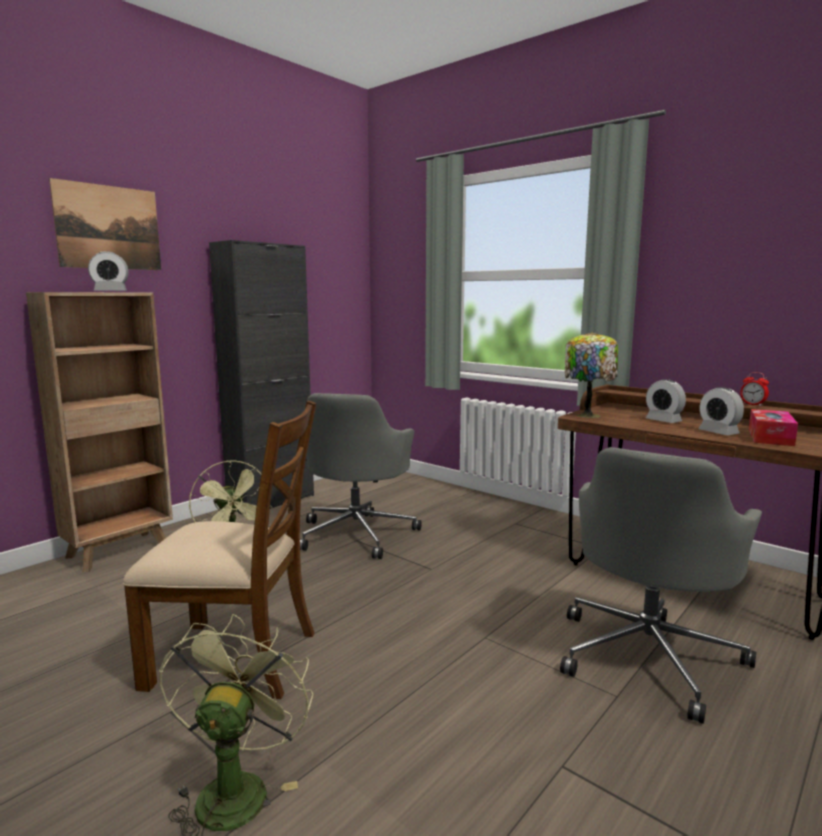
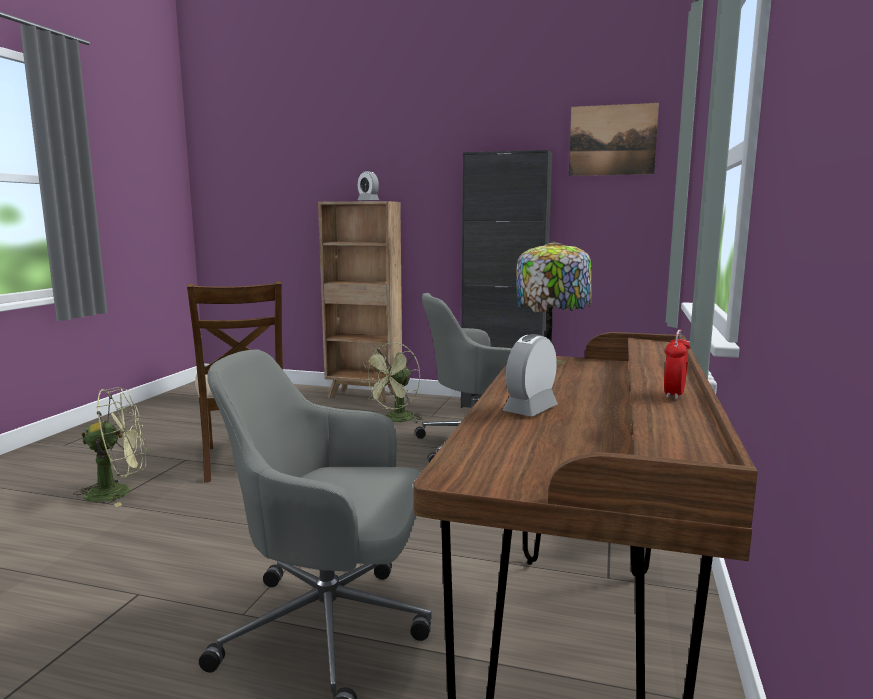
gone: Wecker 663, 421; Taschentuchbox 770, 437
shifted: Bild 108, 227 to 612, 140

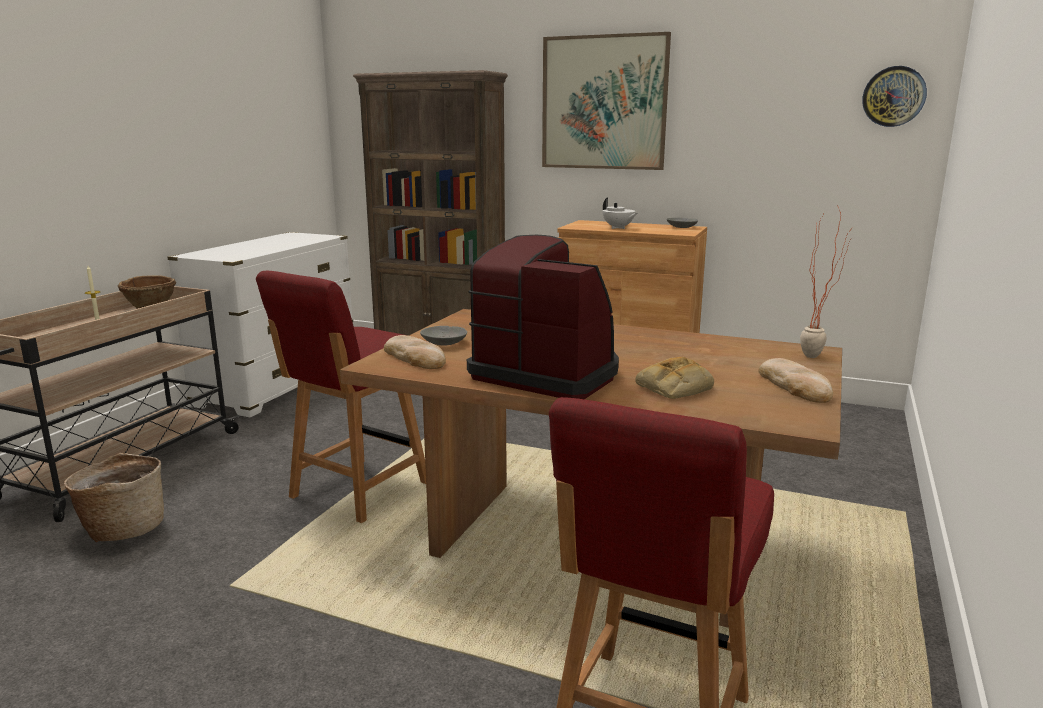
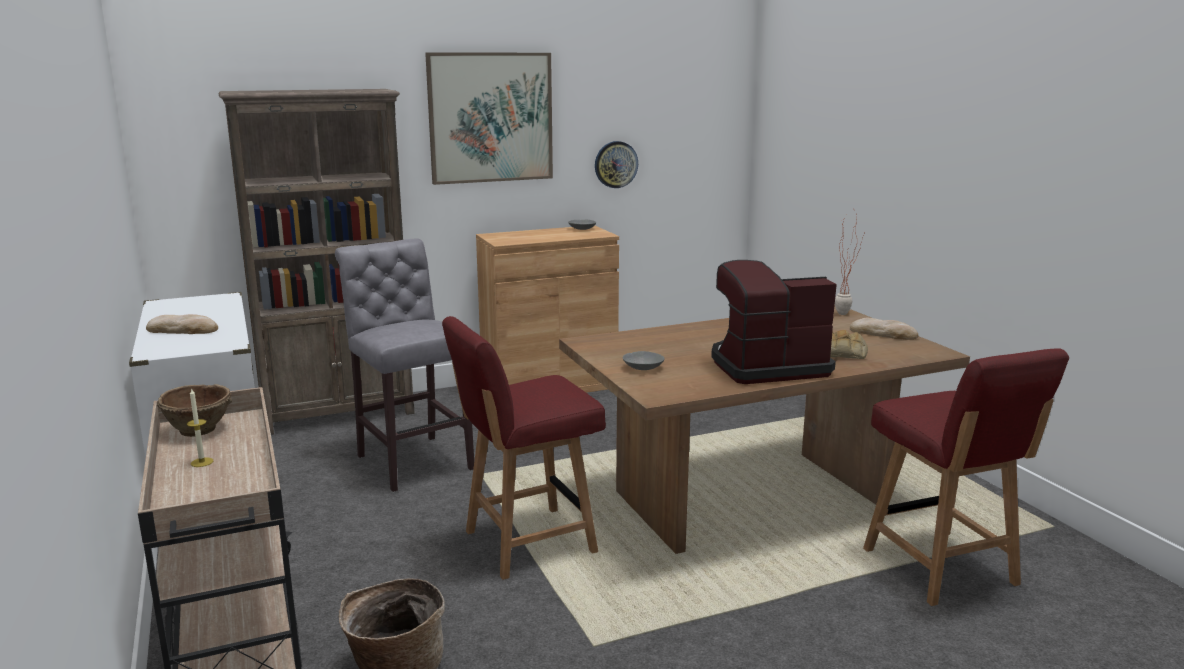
gone: Teekanne [weiß] 618, 228
new: Hocker [grau] 412, 460
shifted: Wanduhr 893, 96 to 615, 164; Brot 415, 358 to 183, 330
rotated: Stuhl [rot] 357, 491 = 526, 543 75 degrees clockwise

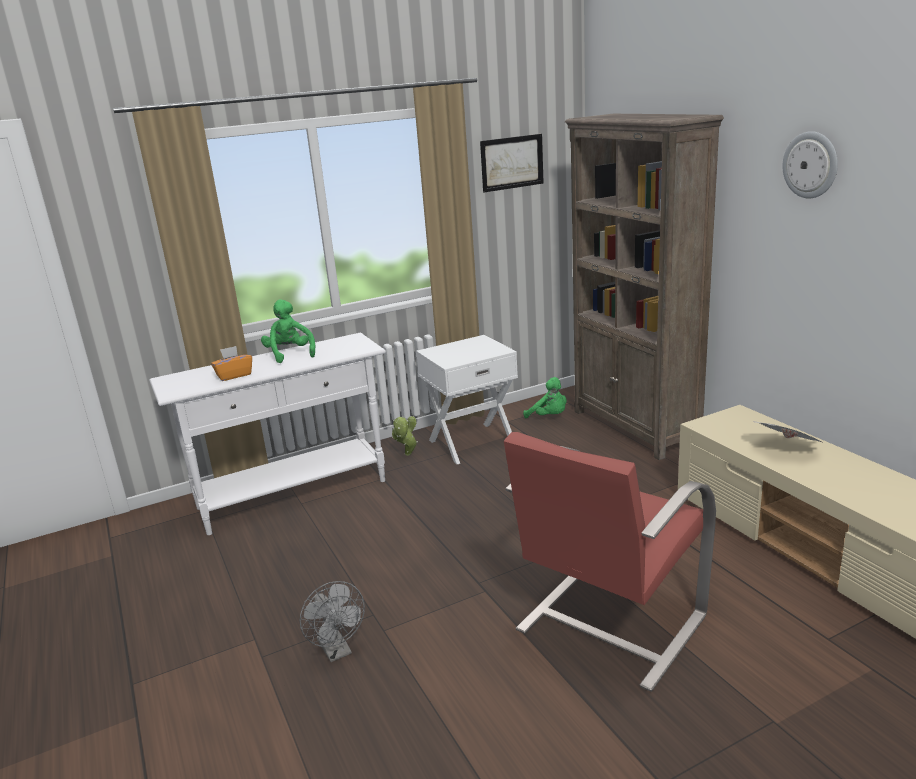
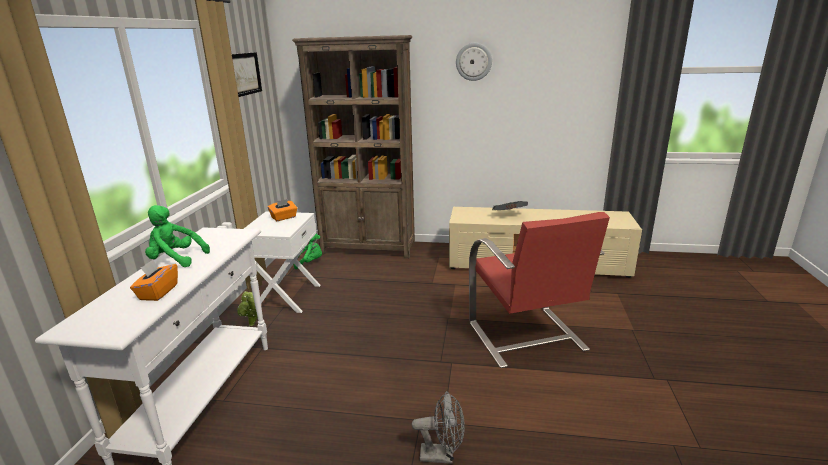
new: Taschentuchbox [orange] 284, 218

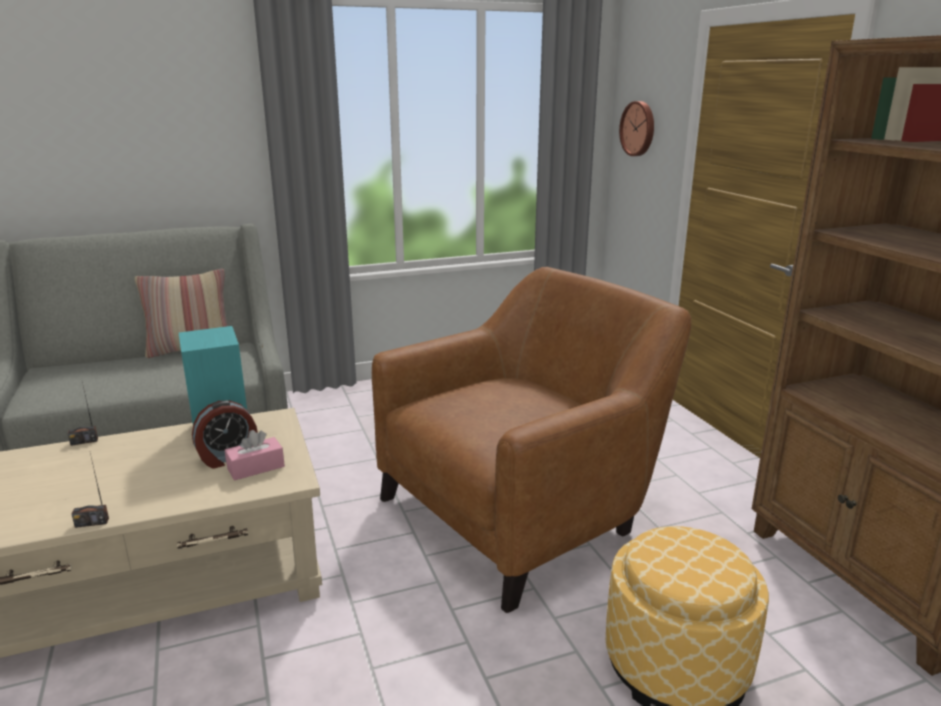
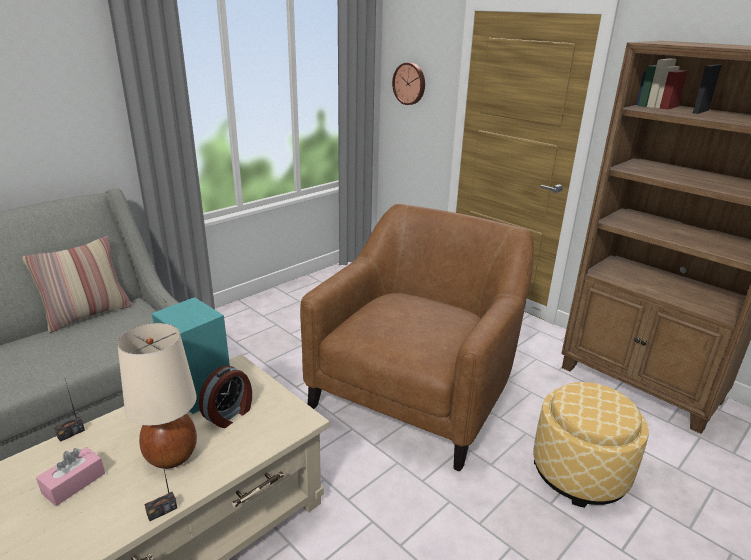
new: Tischlampe [beige] 171, 455
shifted: Taschentuchbox [rosa] 256, 467 to 74, 483

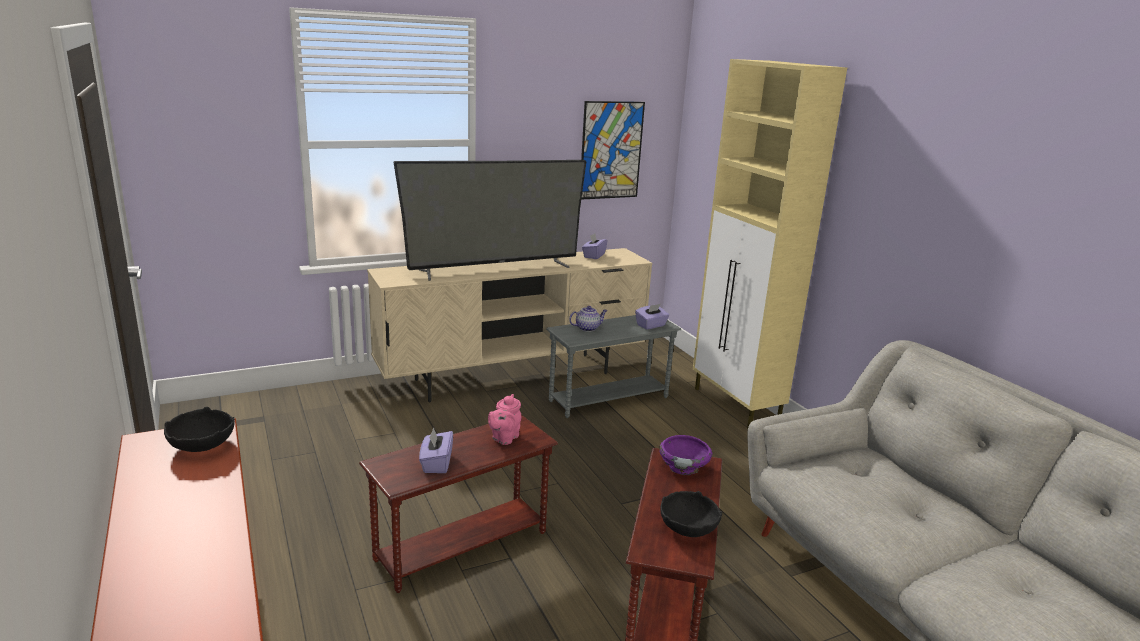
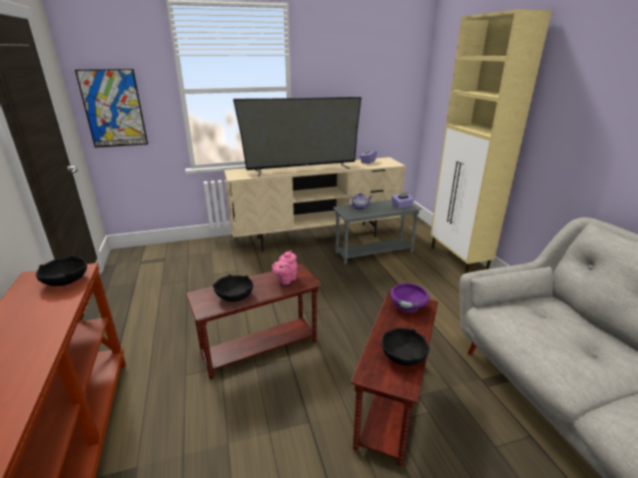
shifted: Bild 611, 150 to 113, 109
swapped: Taschentuchbox [lila] 436, 463 to Schüssel [schwarz] 235, 296

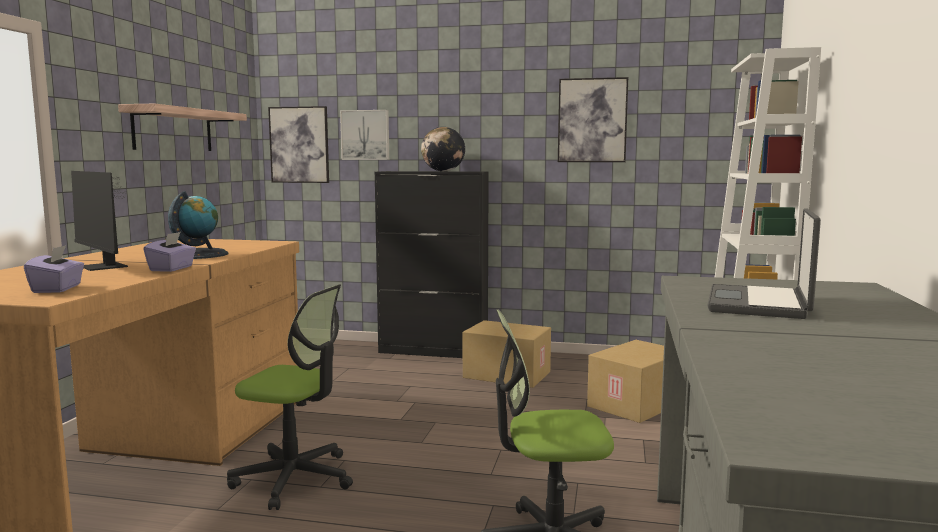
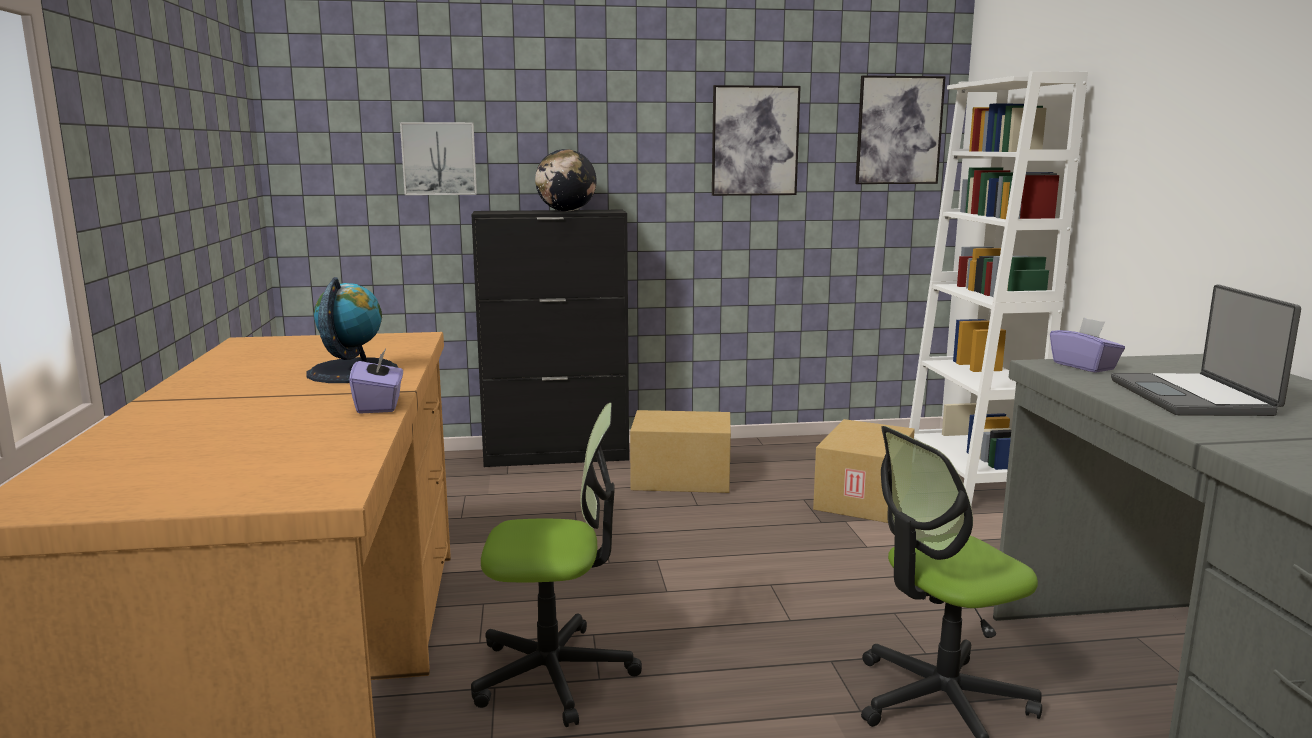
gone: Wandregal 173, 130; Monitor 104, 267
shifted: Bild 299, 145 to 898, 130; Taschentuchbox [lila] 57, 289 to 1084, 366

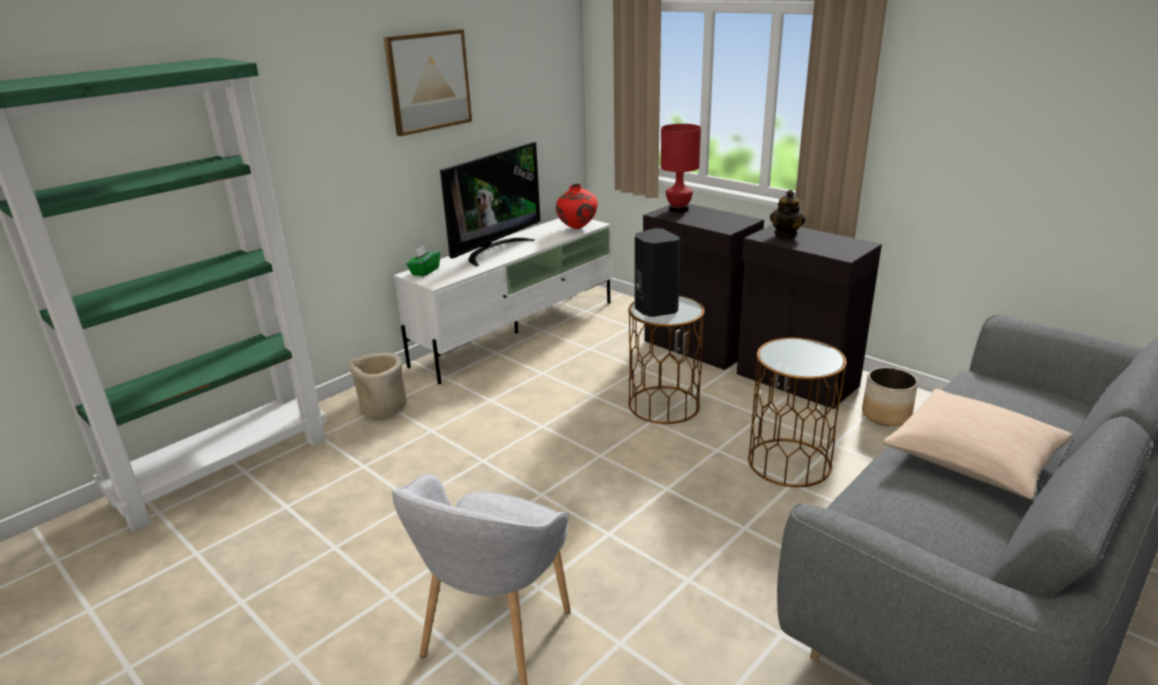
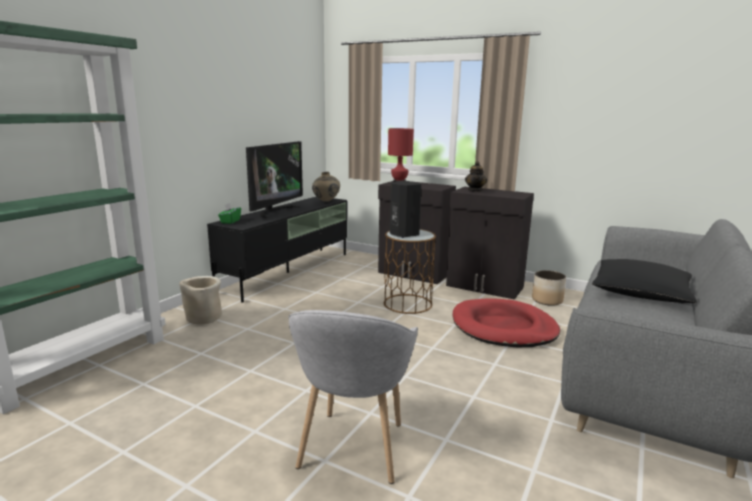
gone: Bild 428, 81
swapped: Beistelltisch [braun] 789, 463 to Hundebett [rot] 503, 327
repainted: Vase [rot] 577, 229 to Vase [beige] 326, 202; Fernsehschrank [weiß] 518, 332 to Fernsehschrank [schwarz] 288, 272; Kissen [beige] 973, 458 to Kissen [schwarz] 640, 293

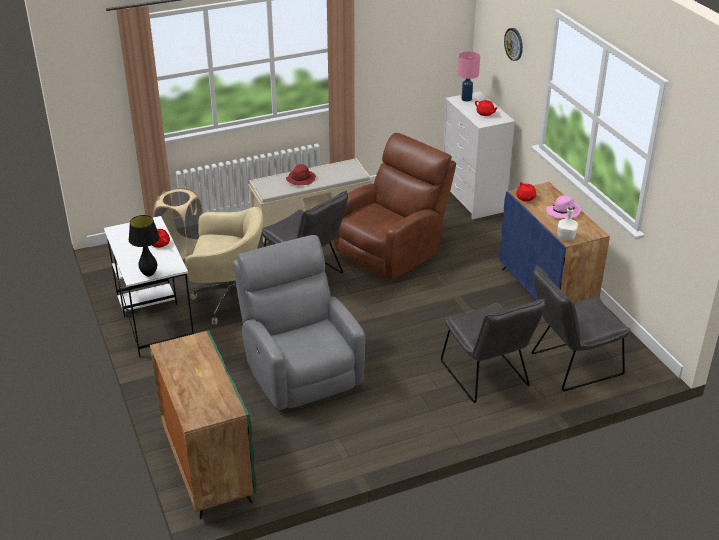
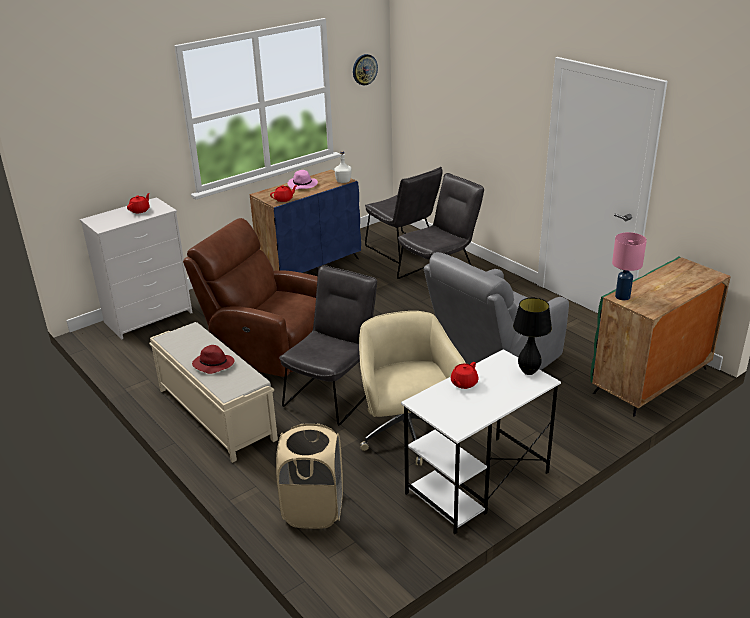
shifted: Wanduhr 514, 44 to 364, 69; Tischlampe [rosa] 466, 99 to 623, 297

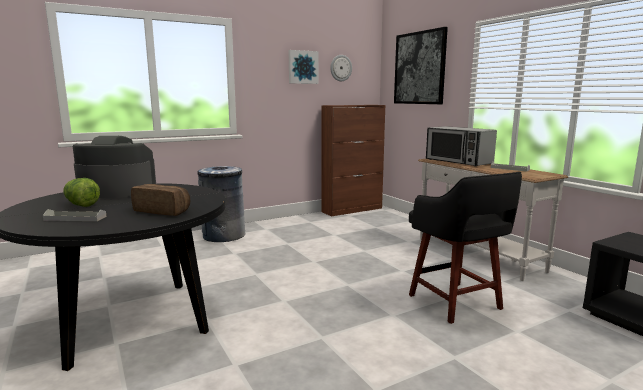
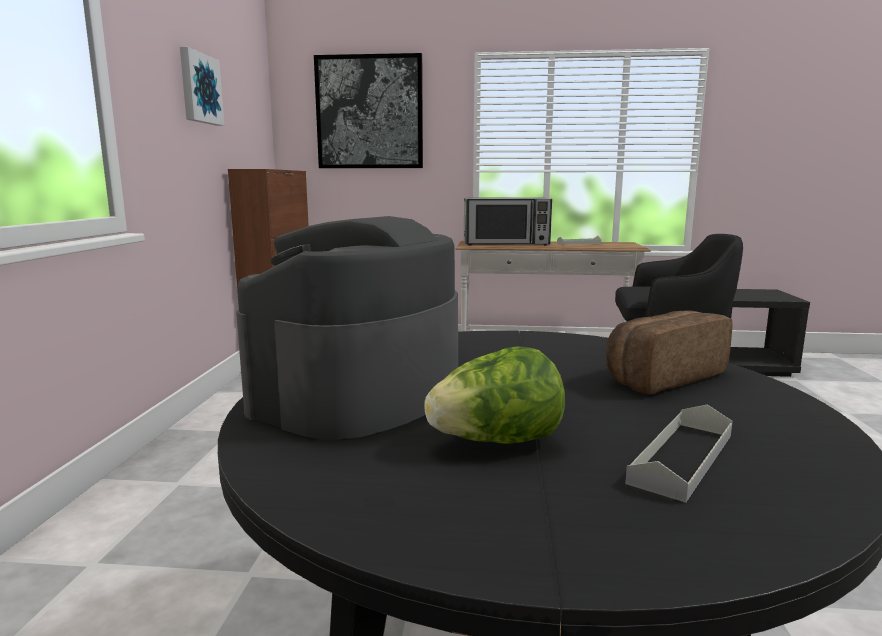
gone: Wanduhr 340, 68; Mülleimer [grau] 223, 235

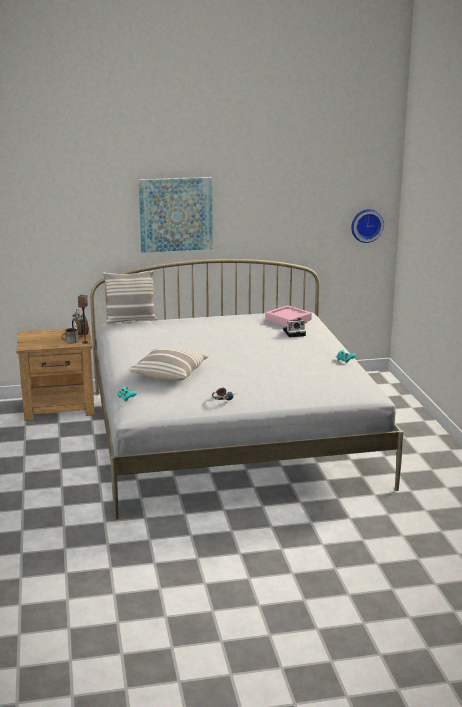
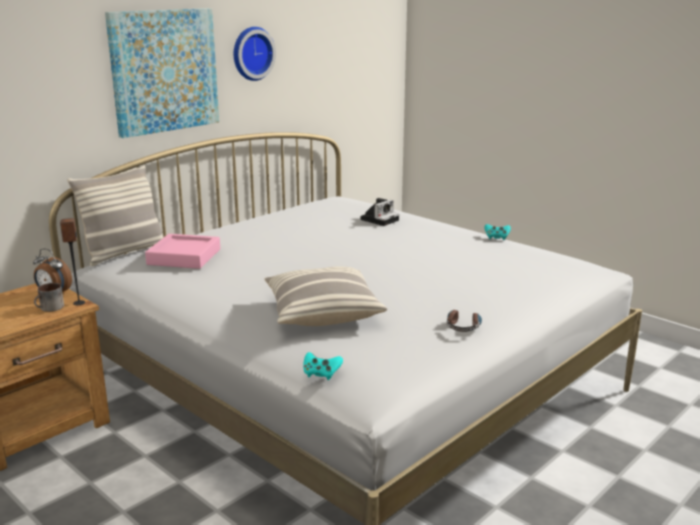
shifted: Wanduhr 366, 225 to 251, 53; Tablett [rosa] 288, 320 to 184, 257

